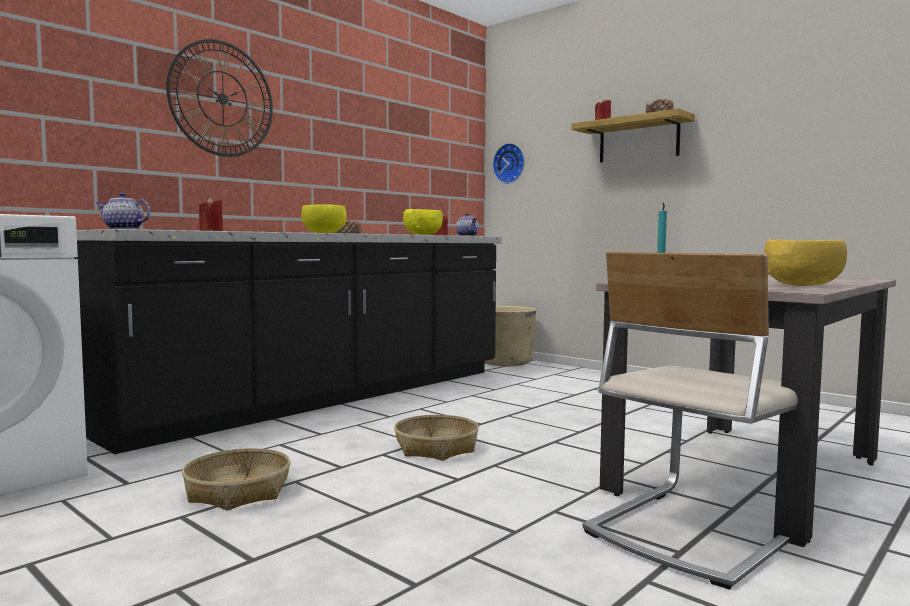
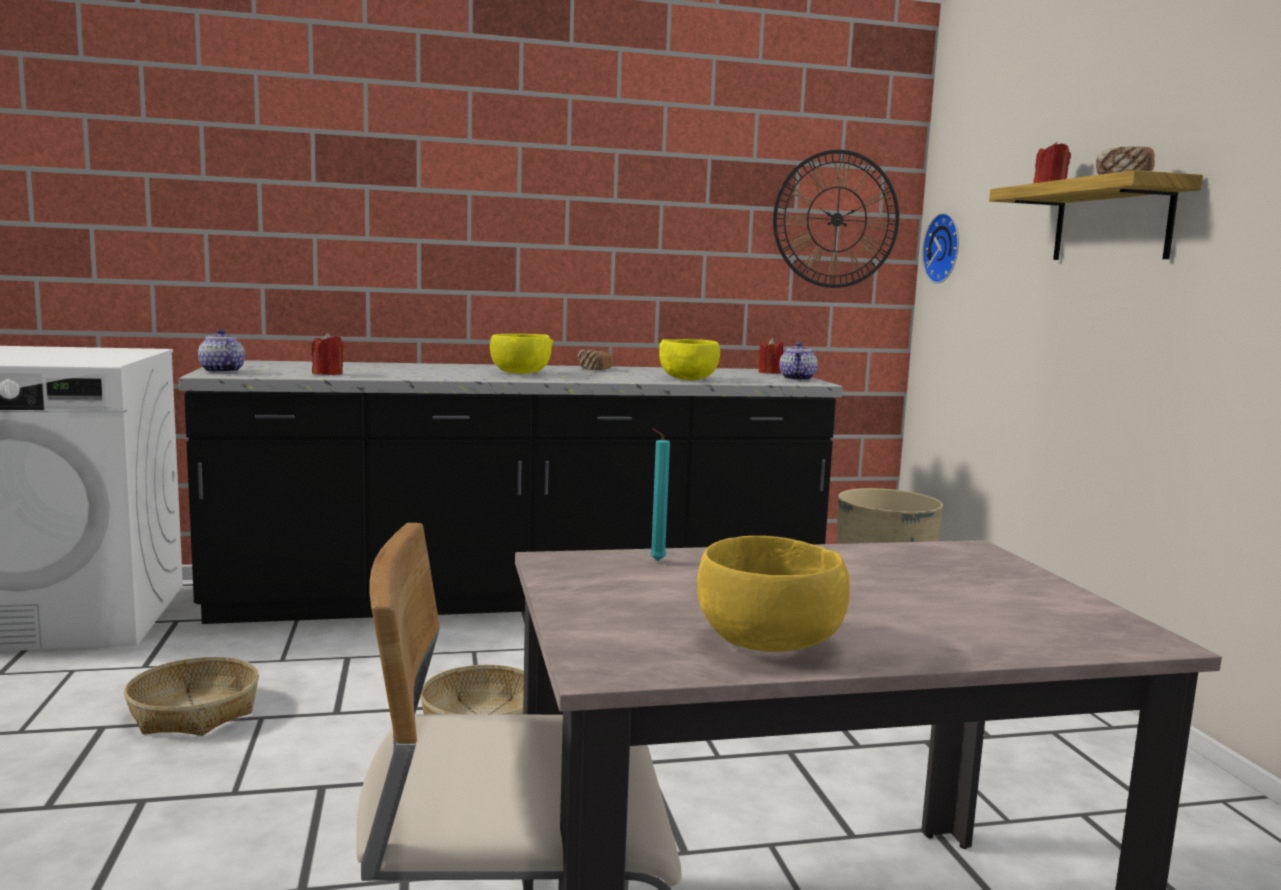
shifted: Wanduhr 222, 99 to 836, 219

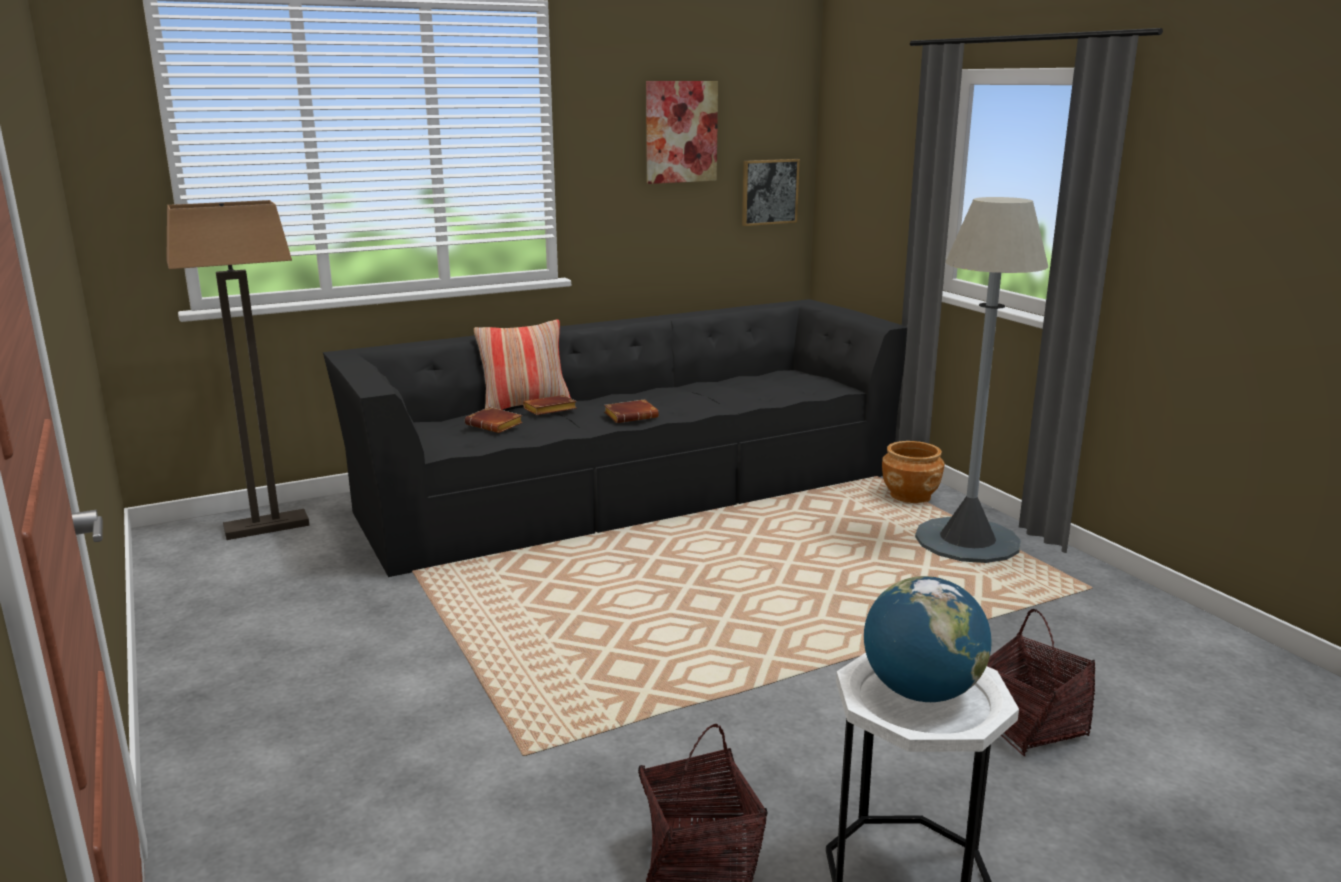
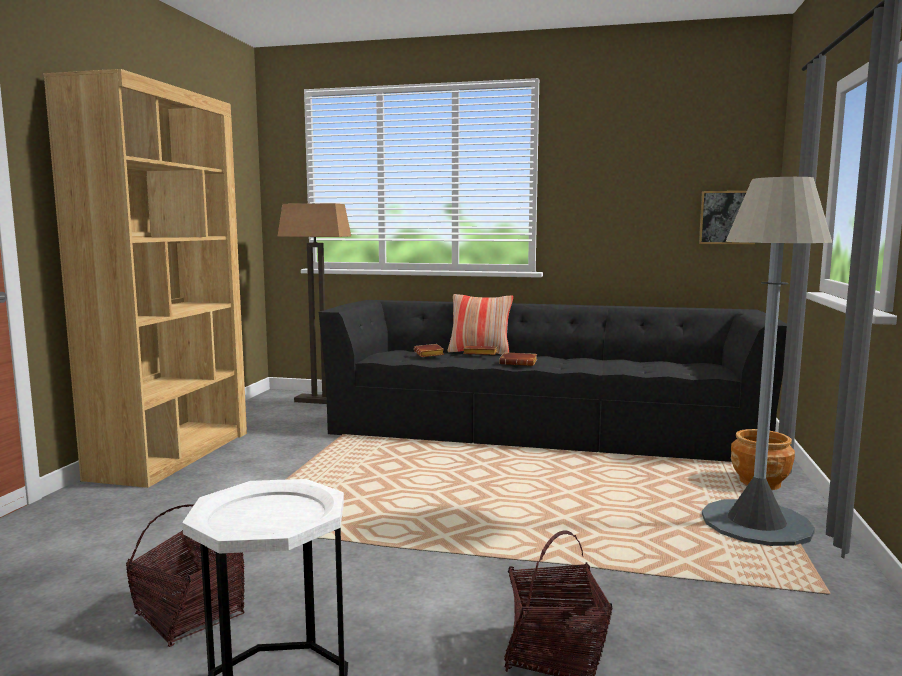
gone: Bild 681, 132; Globus 921, 692
new: Bücherregal [braun] 172, 454

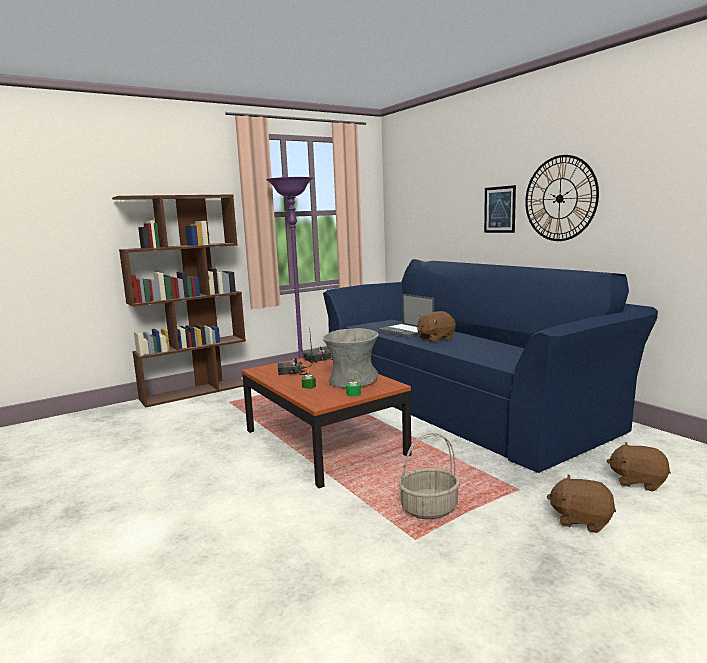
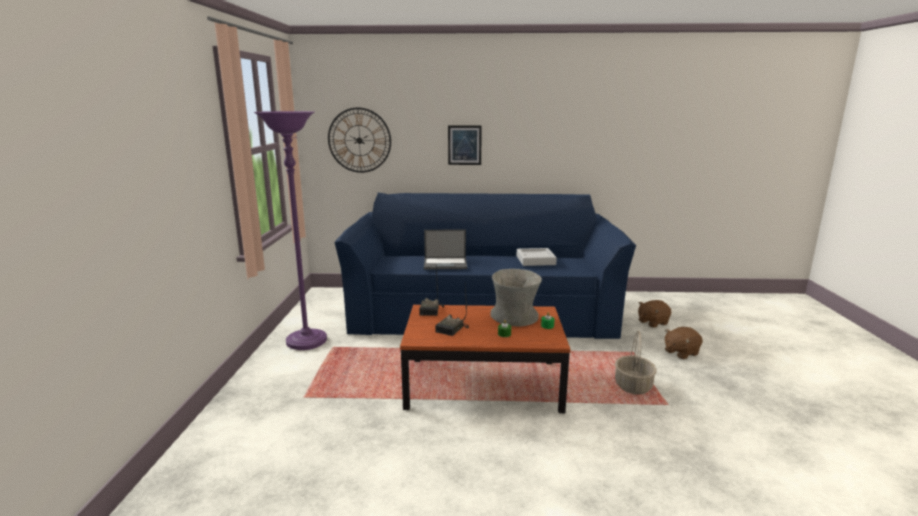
gone: Bücherregal [braun] 196, 391; Plüschtier [braun] 435, 339
new: Tablett [grau] 535, 260
shifted: Wanduhr 560, 198 to 359, 140

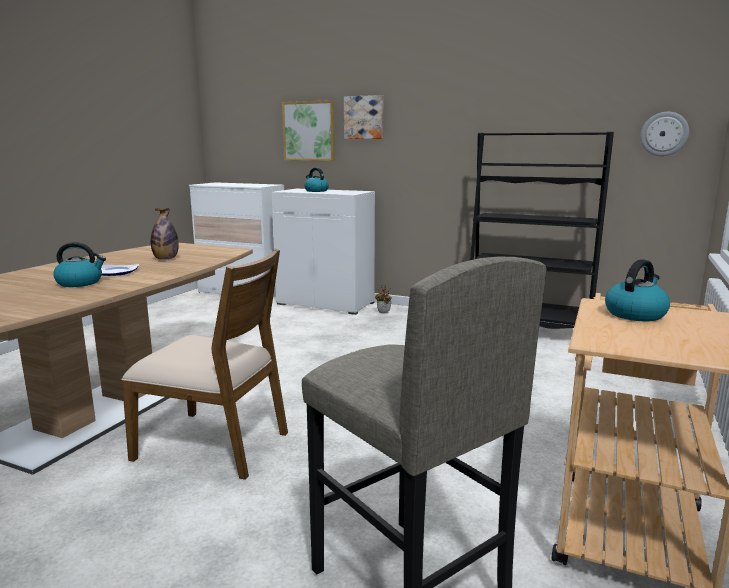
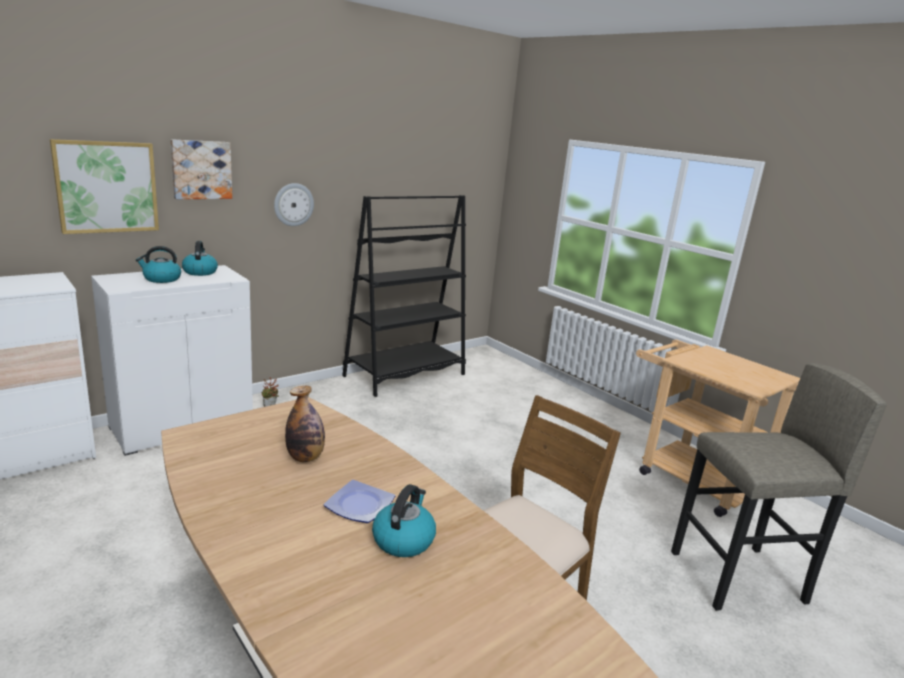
shifted: Wanduhr 664, 134 to 293, 204; Wasserkessel 635, 314 to 200, 272

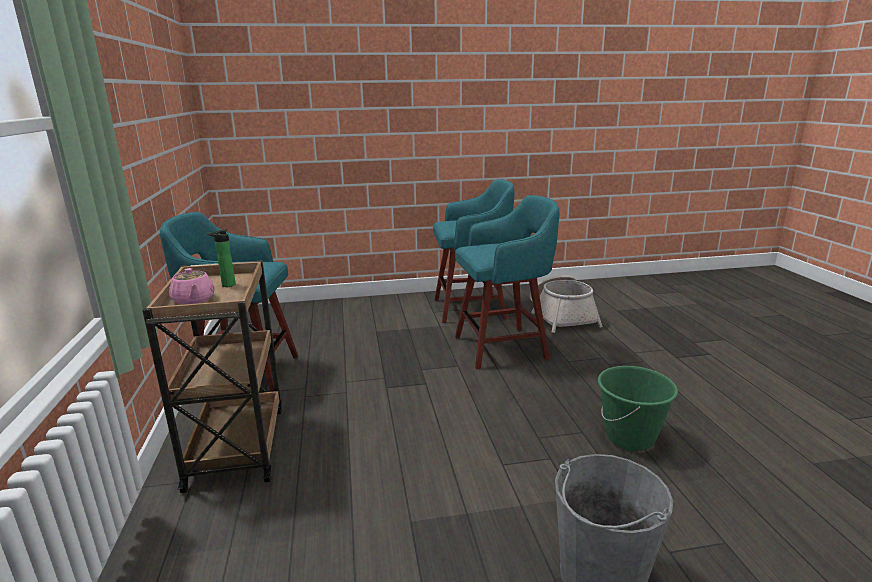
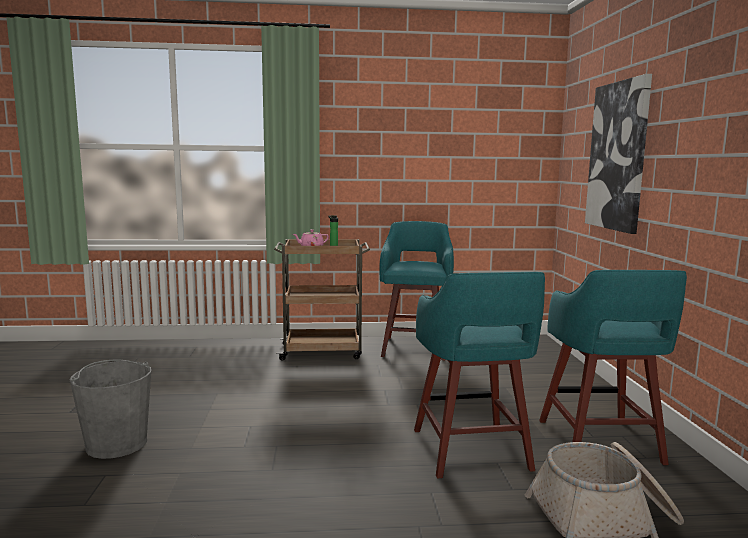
gone: Eimer [grün] 630, 437
new: Bild 618, 156

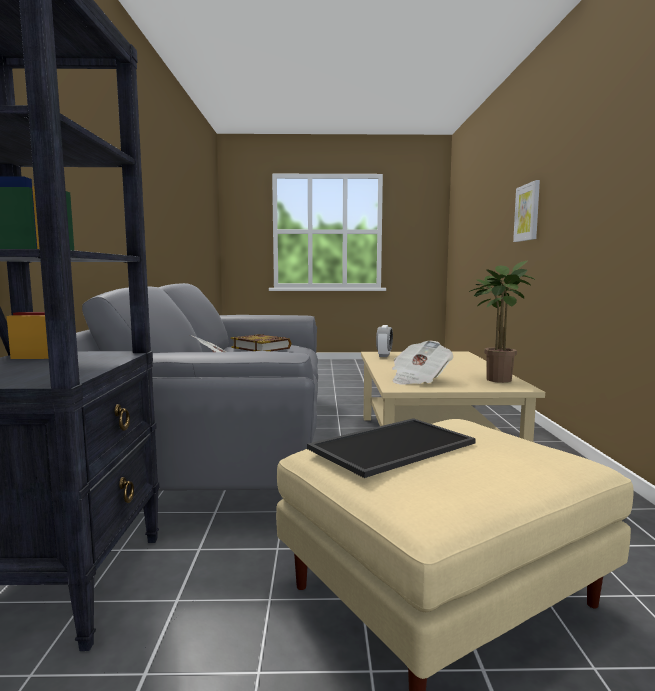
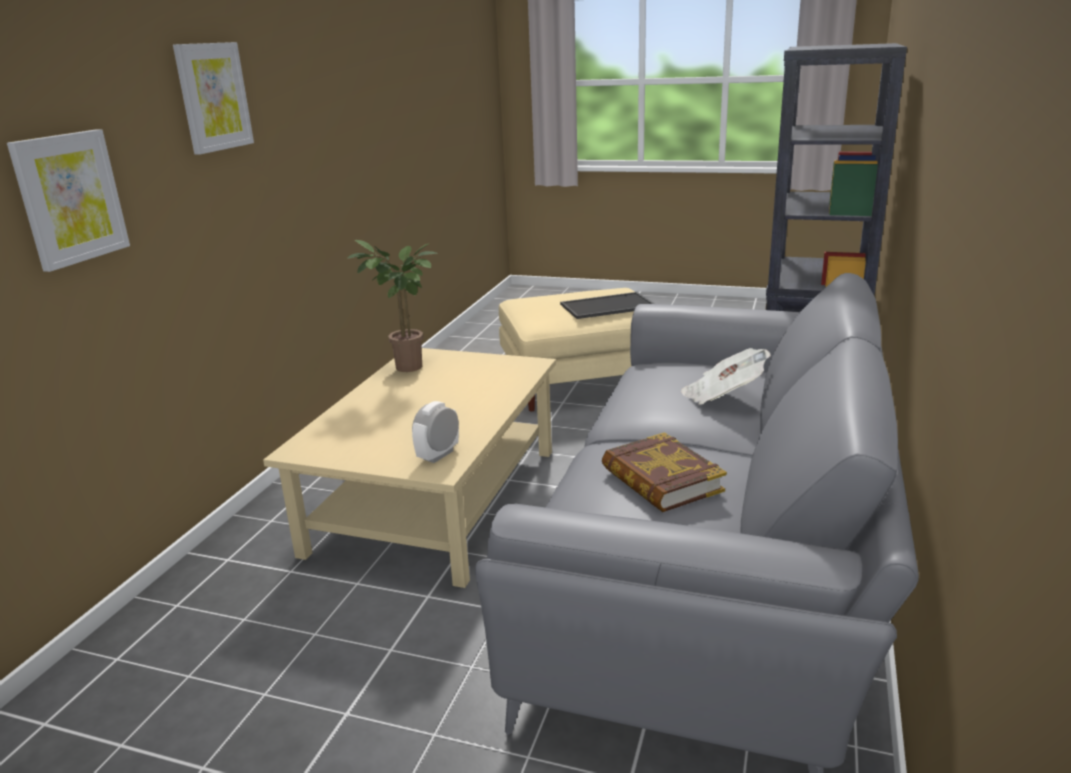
gone: Zeitung 418, 379
new: Bild 213, 97

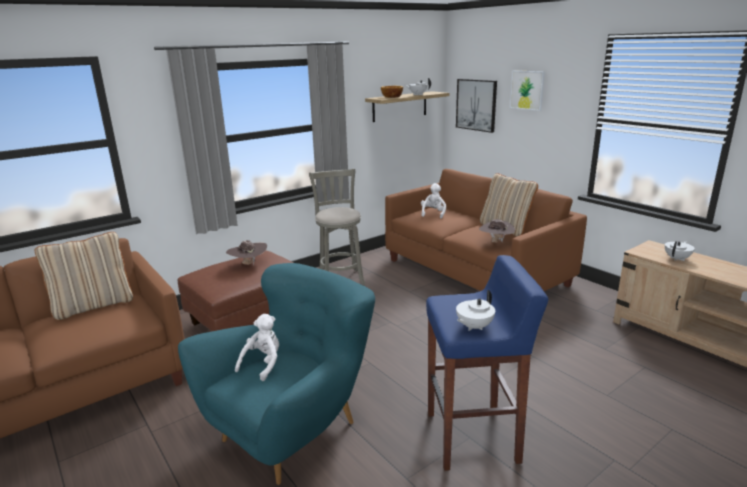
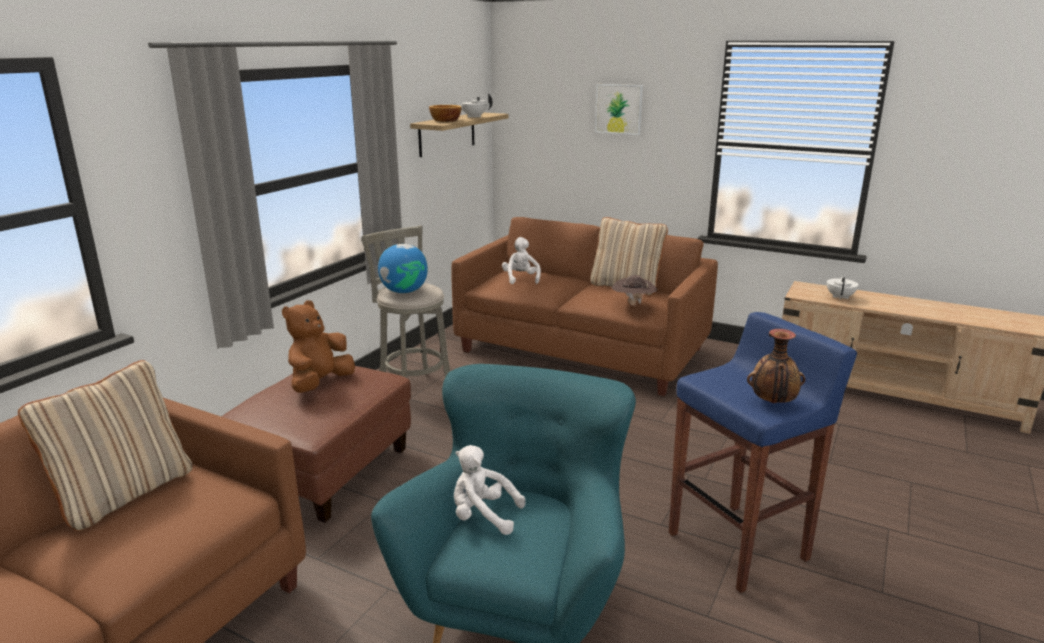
gone: Bild 476, 105
new: Globus 404, 291
swapped: Hut [braun] 248, 264 to Plüschtier [braun] 320, 384; Teekanne [weiß] 473, 327 to Vase 773, 403
rotated: Plüschtier [weiß] 263, 364 = 483, 516 75 degrees counterclockwise

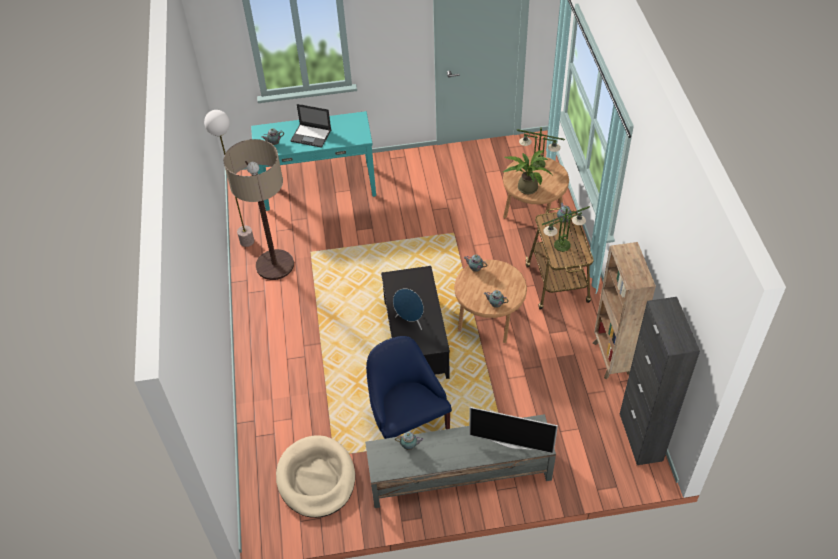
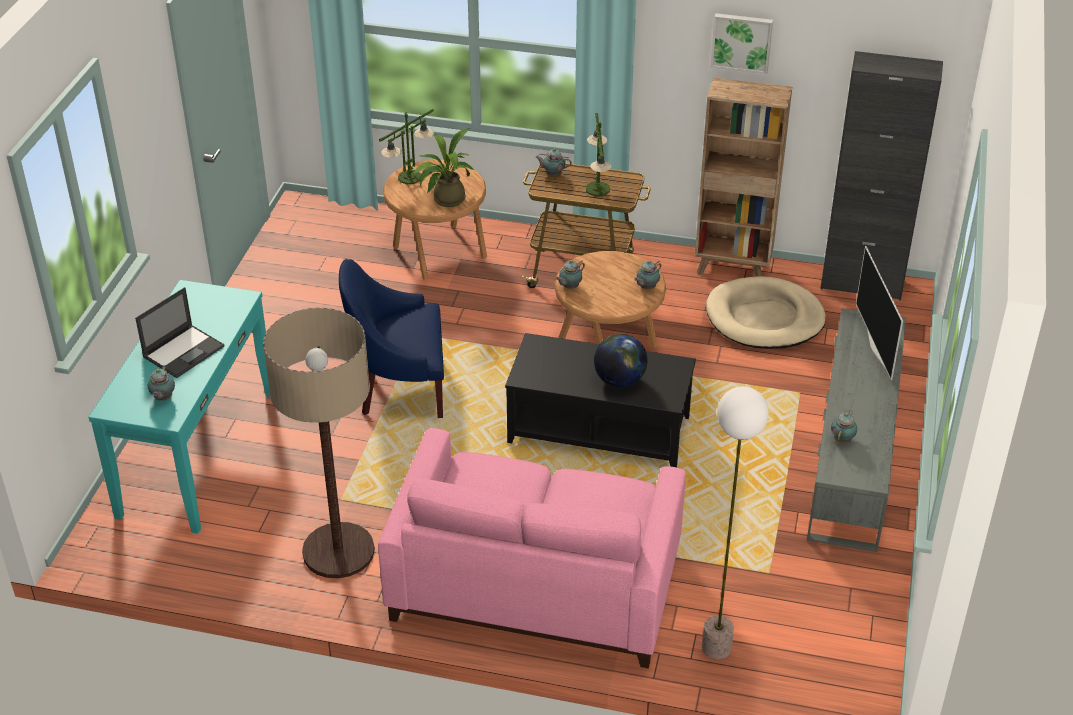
new: Bild 741, 42; Sofa [rosa] 536, 581
shifted: Stehlampe 247, 241 to 716, 648; Sessel [blau] 407, 421 to 400, 387; Hundebett [beige] 316, 478 to 764, 318
swapped: Lautsprecher [blau] 410, 321 to Globus 619, 380
rotated: Fernseher 511, 444 = 877, 348 135 degrees clockwise

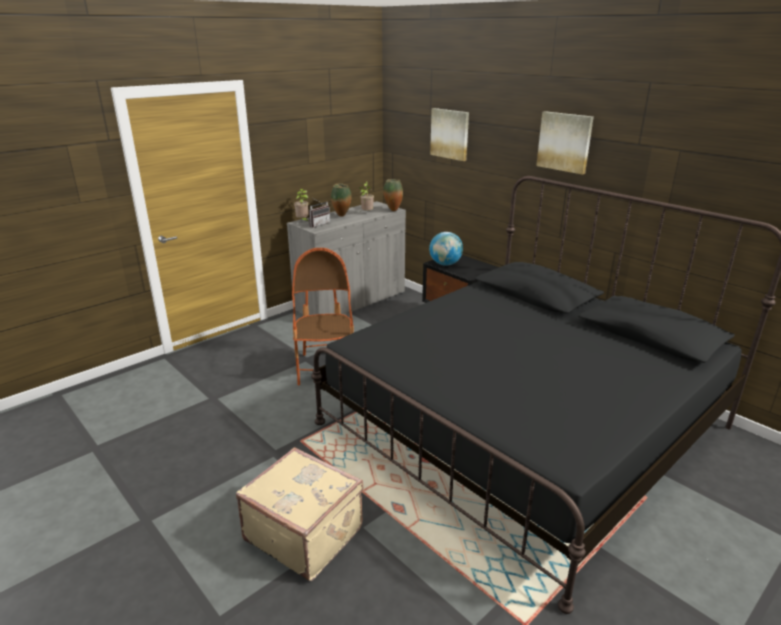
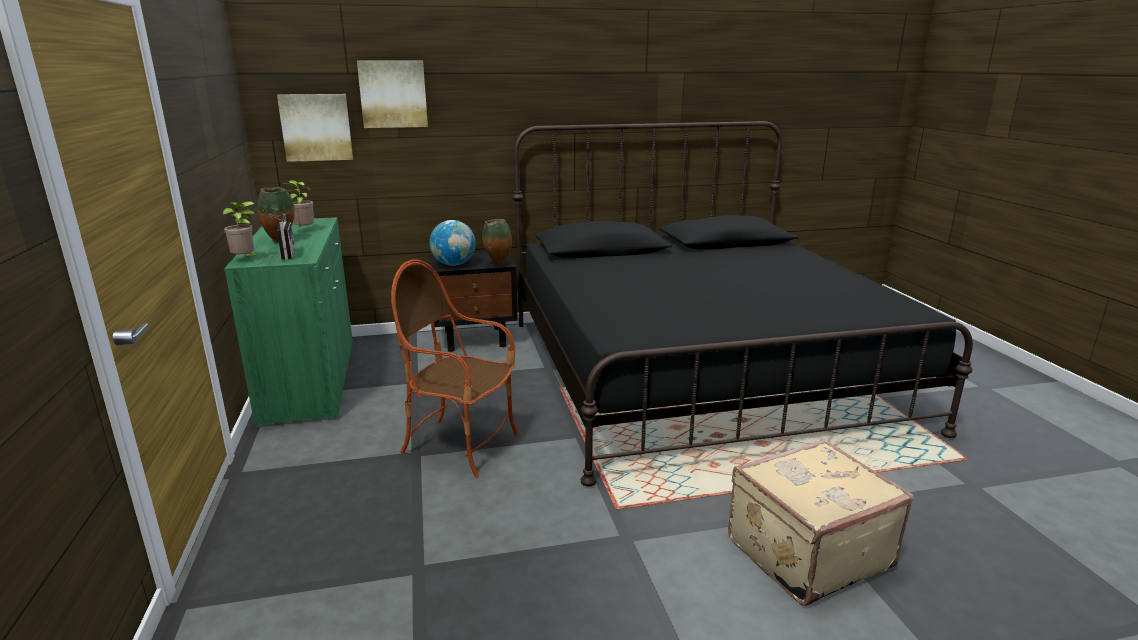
shifted: Bild 565, 142 to 316, 127; Vase 392, 210 to 498, 264
repainted: Schrank [grau] 351, 302 to Schrank [grün] 311, 380

